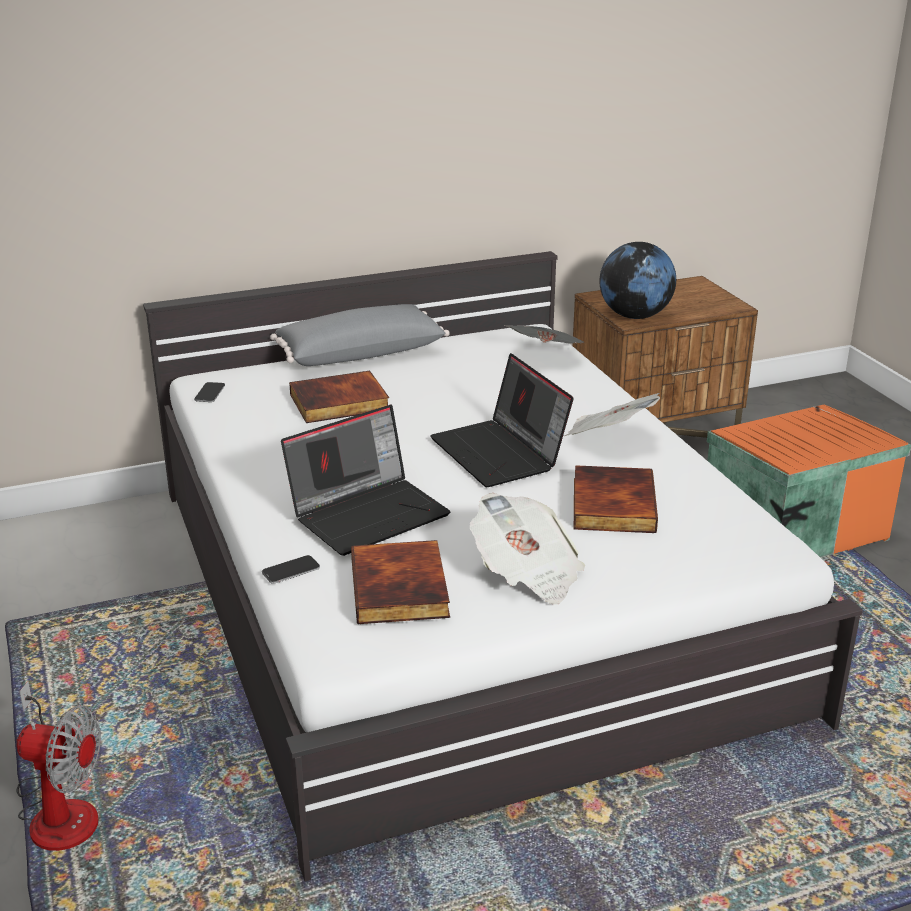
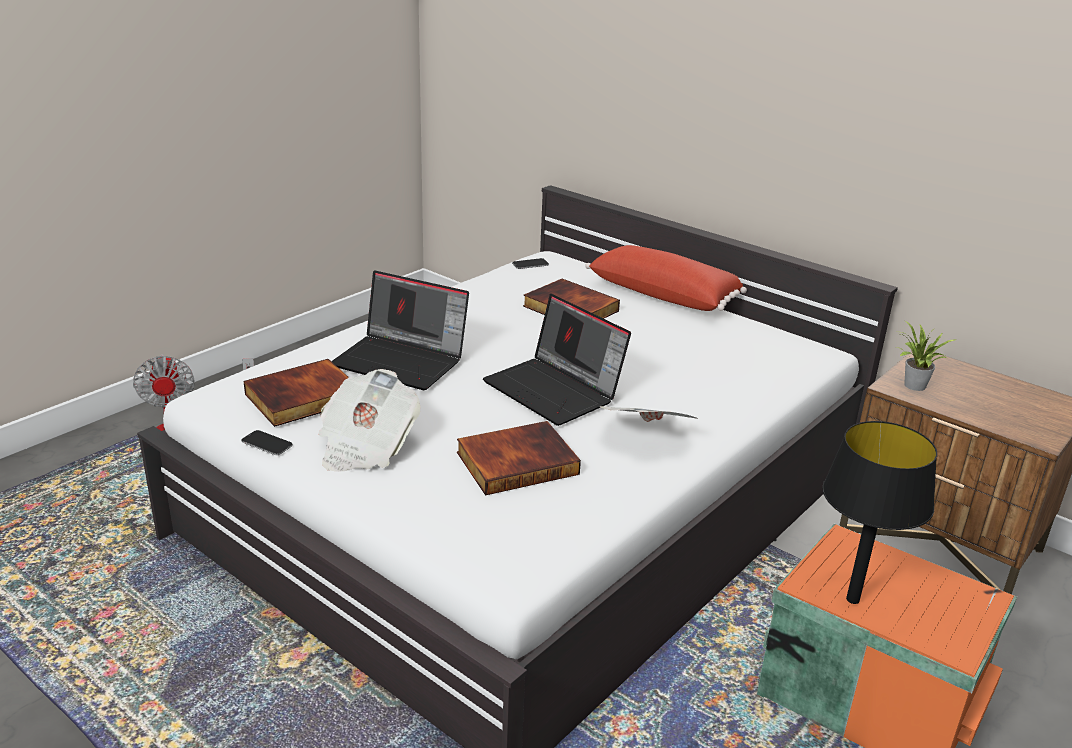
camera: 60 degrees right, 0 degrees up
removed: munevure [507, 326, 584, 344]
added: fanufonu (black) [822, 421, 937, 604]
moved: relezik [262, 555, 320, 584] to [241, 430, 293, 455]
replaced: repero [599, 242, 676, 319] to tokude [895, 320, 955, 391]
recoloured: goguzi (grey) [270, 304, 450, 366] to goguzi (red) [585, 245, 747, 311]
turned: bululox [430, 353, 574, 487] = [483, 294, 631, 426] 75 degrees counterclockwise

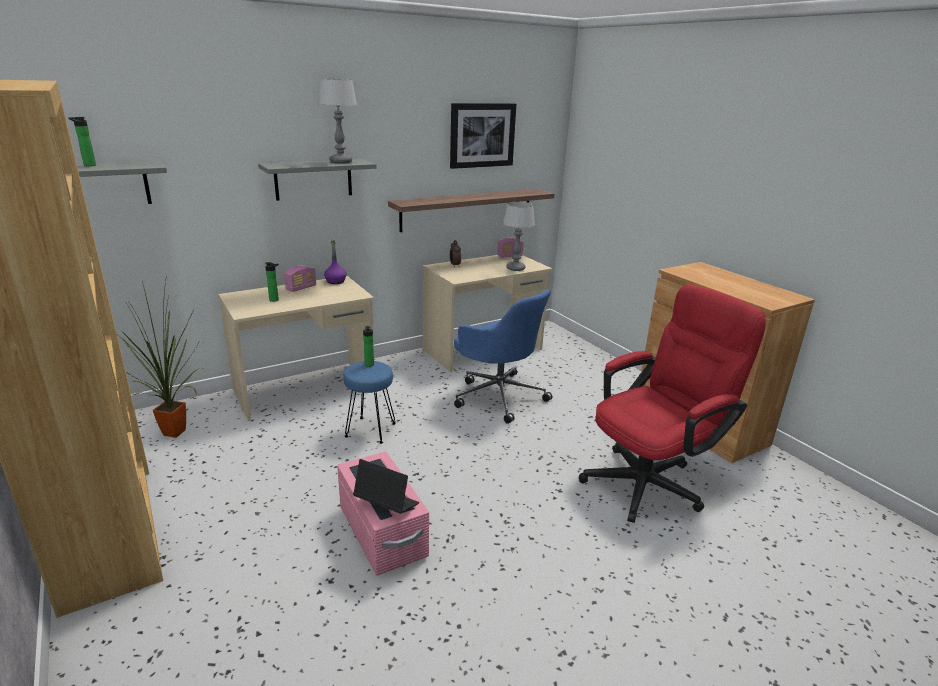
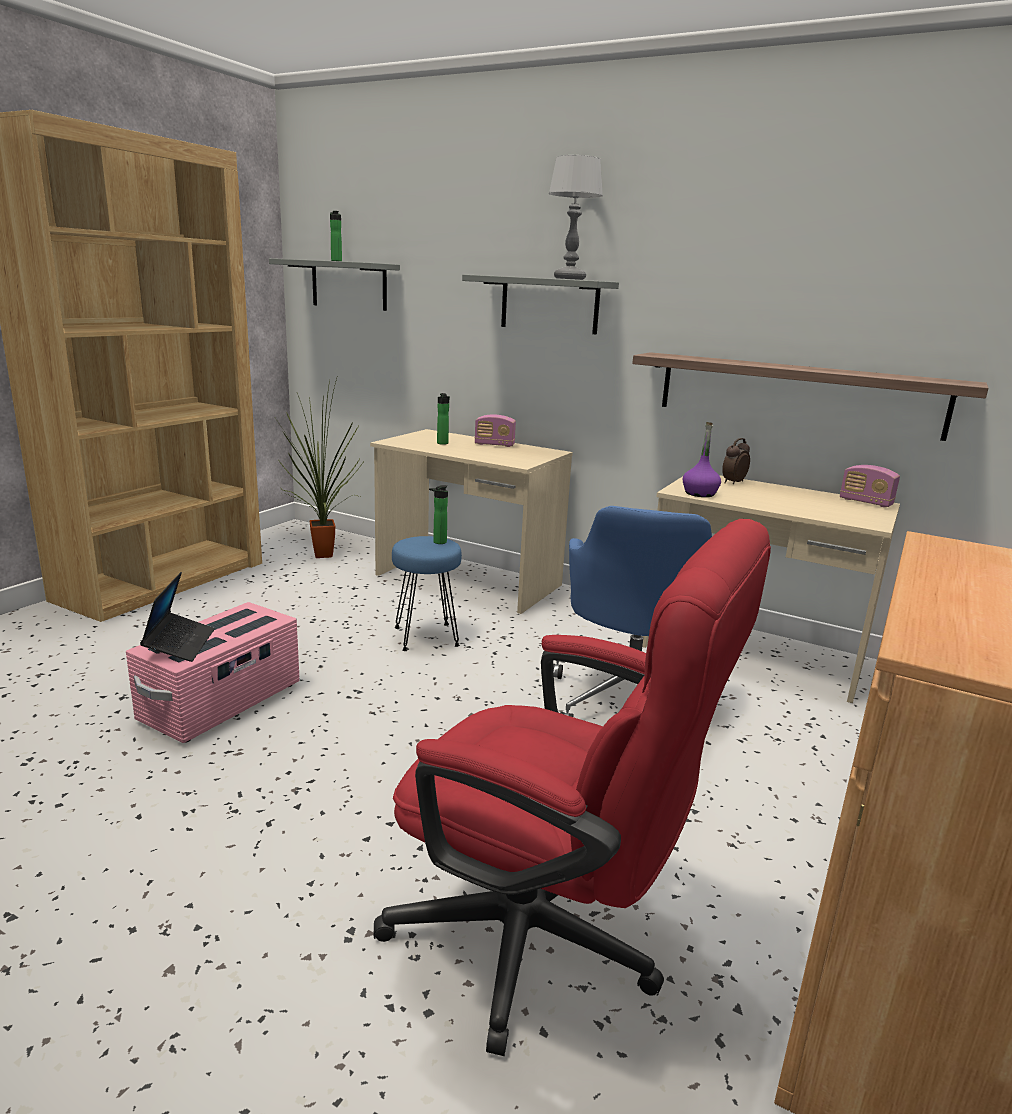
camera: 60 degrees right, 5 degrees down
removed: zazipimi [450, 103, 516, 169]; fanufonu [503, 202, 535, 271]
moved: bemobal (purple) [324, 241, 347, 284] to [683, 422, 721, 497]

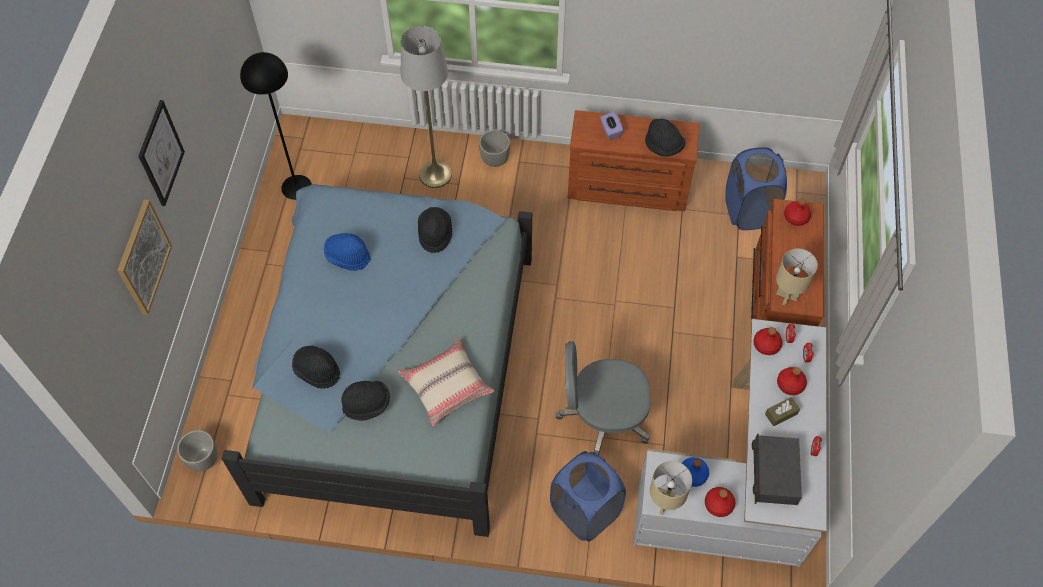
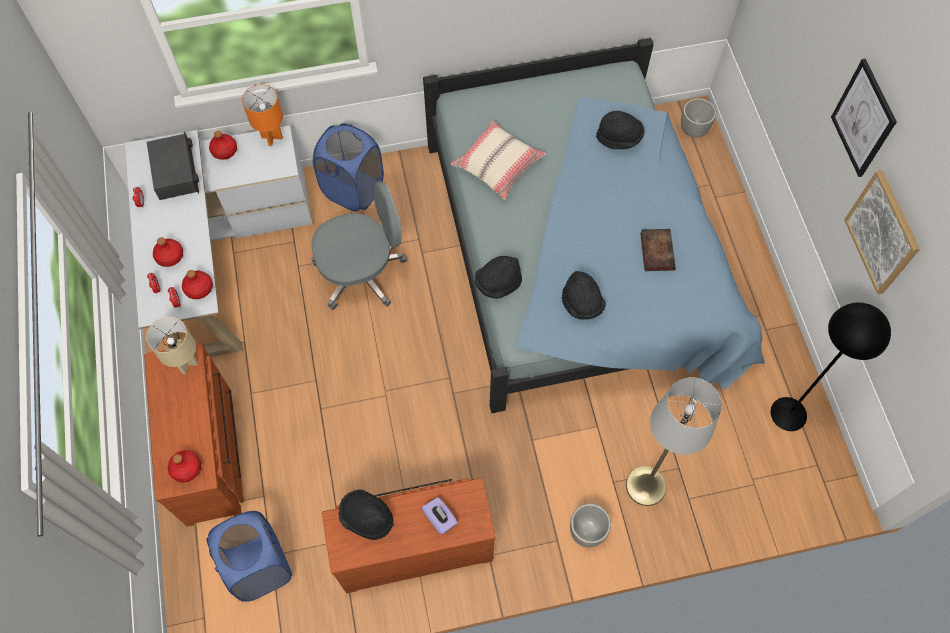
camera: 160 degrees right, 5 degrees up
removed: bemobal (blue) [682, 457, 709, 487]; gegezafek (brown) [765, 397, 800, 426]
moved: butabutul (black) [341, 381, 390, 421] to [475, 256, 522, 299]; zazipimi [117, 199, 172, 315] to [844, 170, 920, 294]
replaced: butabutul (blue) [324, 233, 371, 271] to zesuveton [640, 229, 676, 271]
recoloured: fanufonu (beige) [650, 461, 692, 515] to fanufonu (orange) [242, 84, 283, 146]

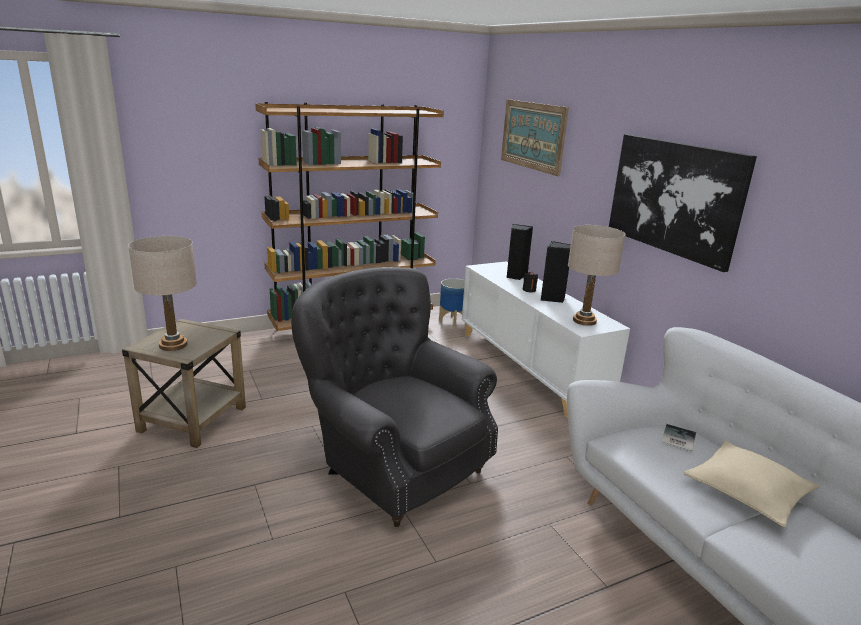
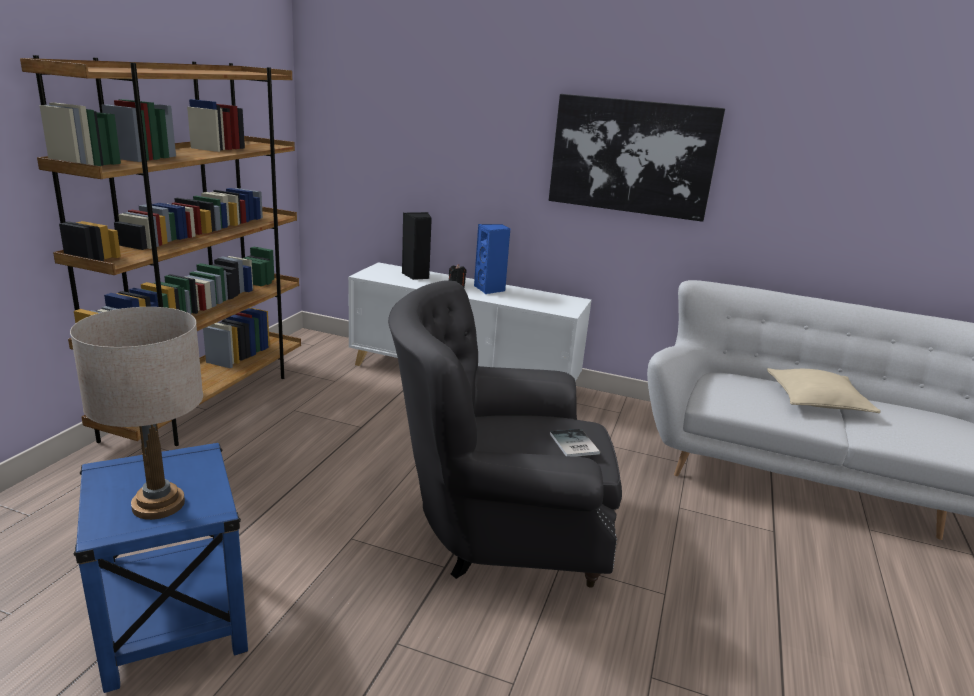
camera: 45 degrees left, 0 degrees up
removed: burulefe [439, 278, 465, 327]; zazipimi [501, 99, 569, 176]; fanufonu (beige) [568, 225, 626, 326]
moved: zesuveton [661, 424, 696, 453] to [550, 429, 600, 457]
recoloured: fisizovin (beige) [122, 319, 246, 448] to fisizovin (blue) [74, 443, 248, 693]; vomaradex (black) [541, 241, 571, 303] to vomaradex (blue) [474, 224, 511, 294]

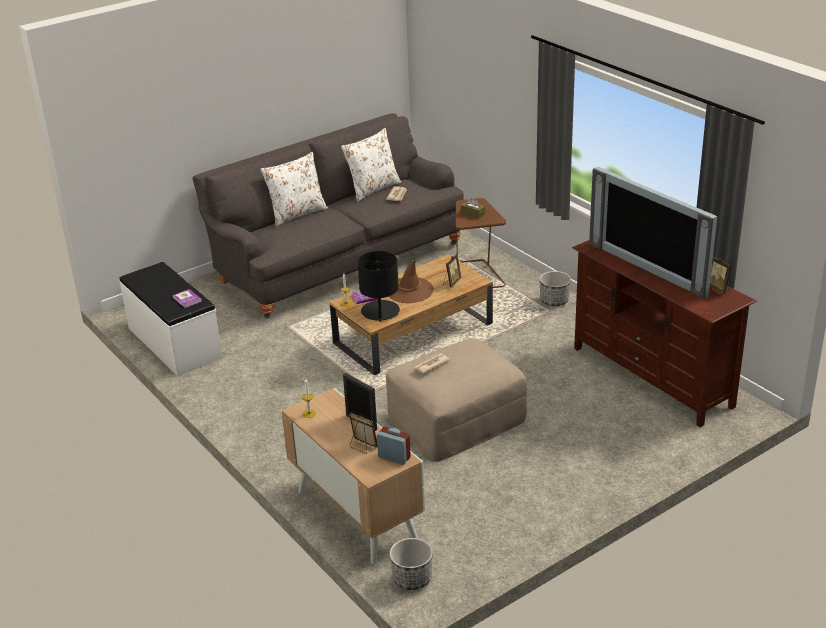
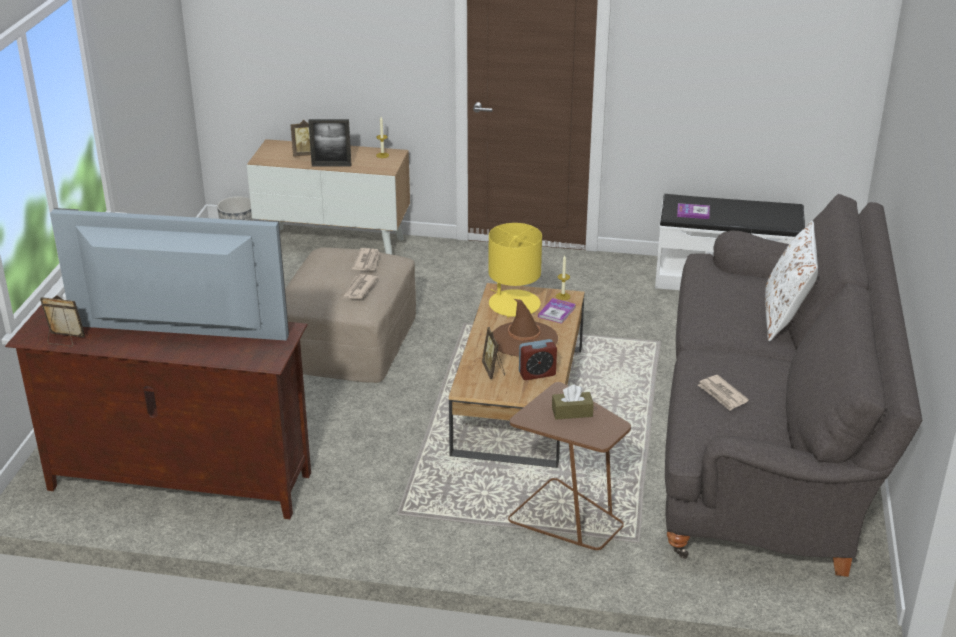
camera: 135 degrees right, 0 degrees up
removed: goguzi (white) [341, 128, 401, 202]; burulefe [539, 271, 571, 306]
added: munevure [343, 274, 378, 299]
moved: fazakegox [377, 427, 411, 465] to [519, 339, 557, 380]
recoloured: fanufonu (black) [357, 251, 400, 322] to fanufonu (yellow) [488, 223, 542, 317]

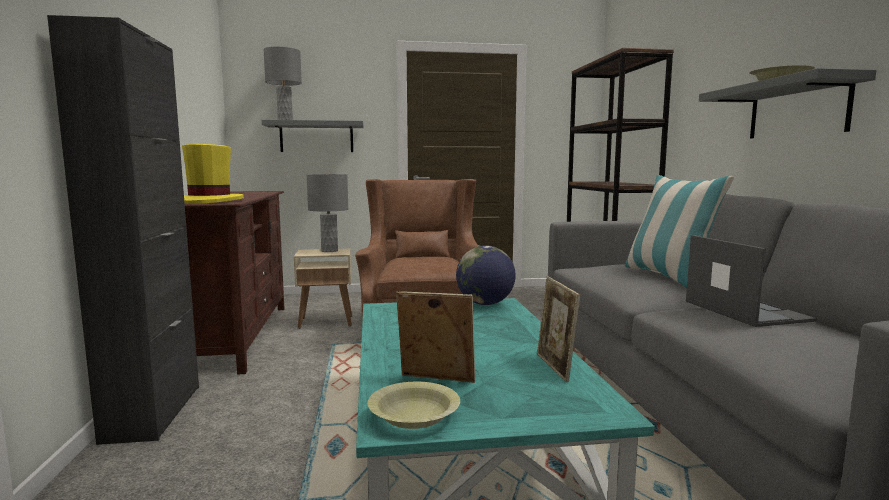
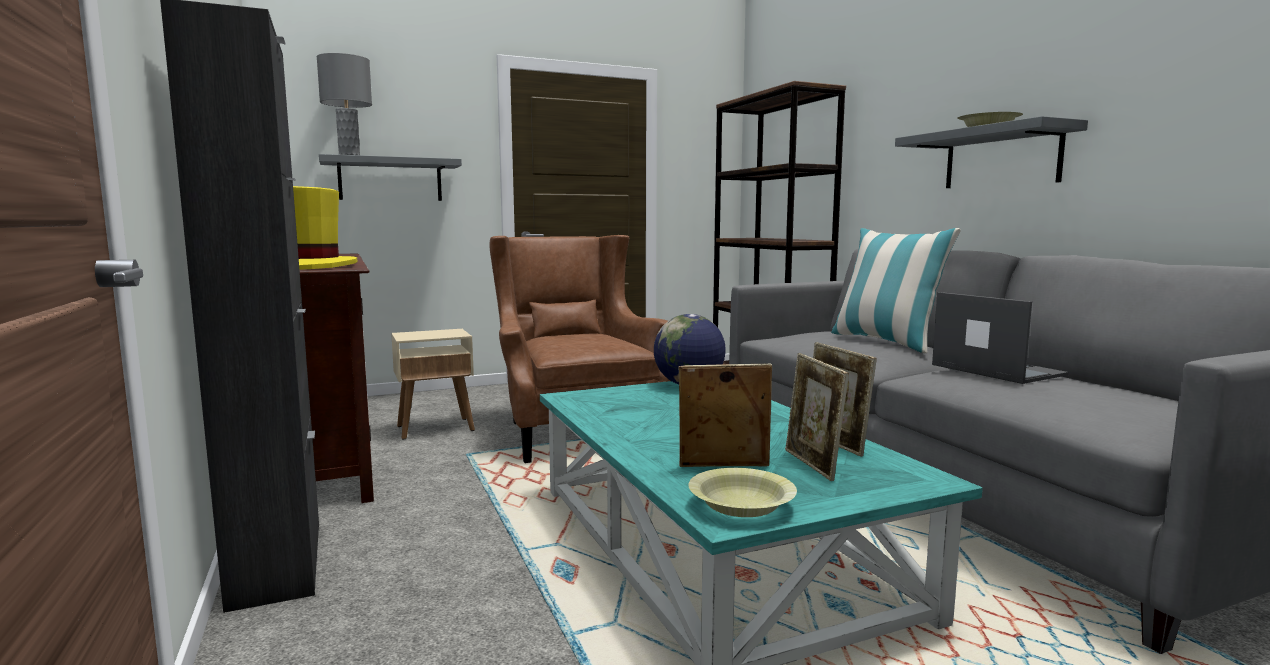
camera: 15 degrees left, 0 degrees up
removed: fanufonu (grey) [306, 174, 348, 252]
added: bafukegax [785, 353, 849, 481]

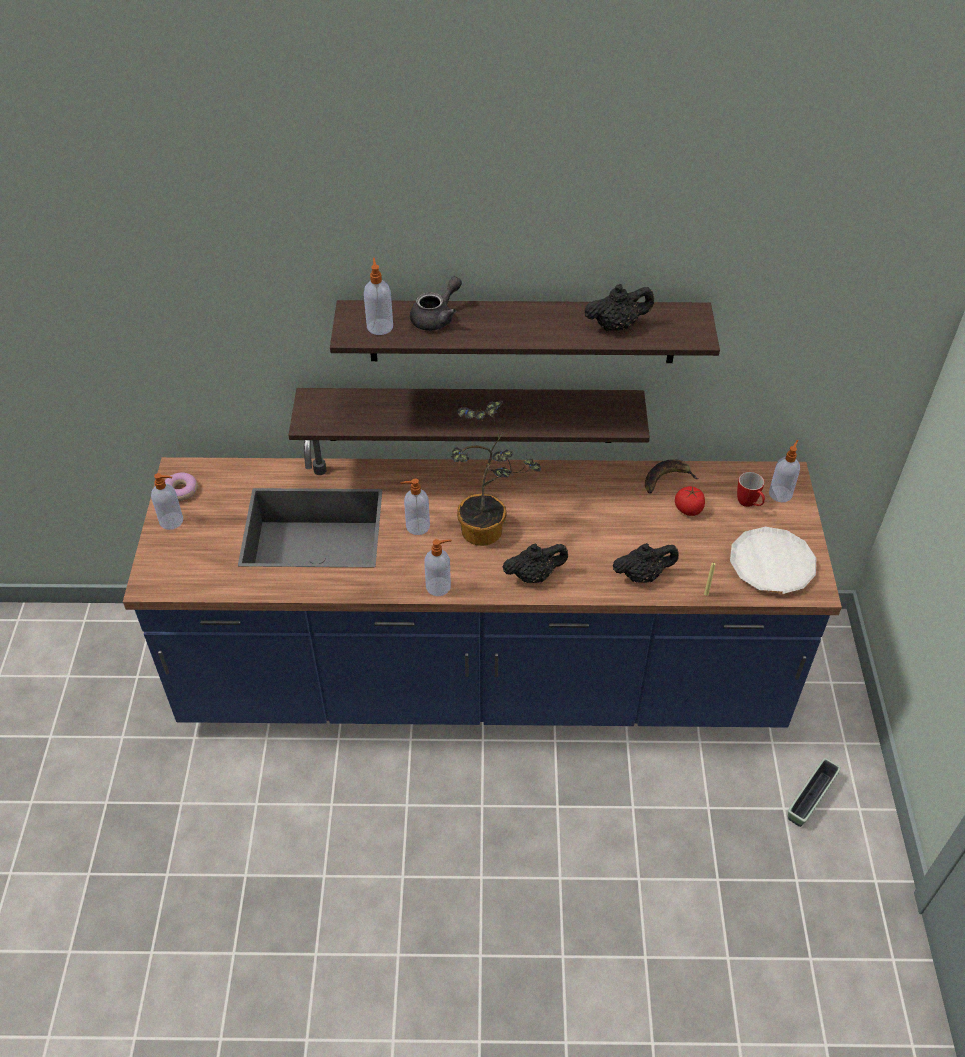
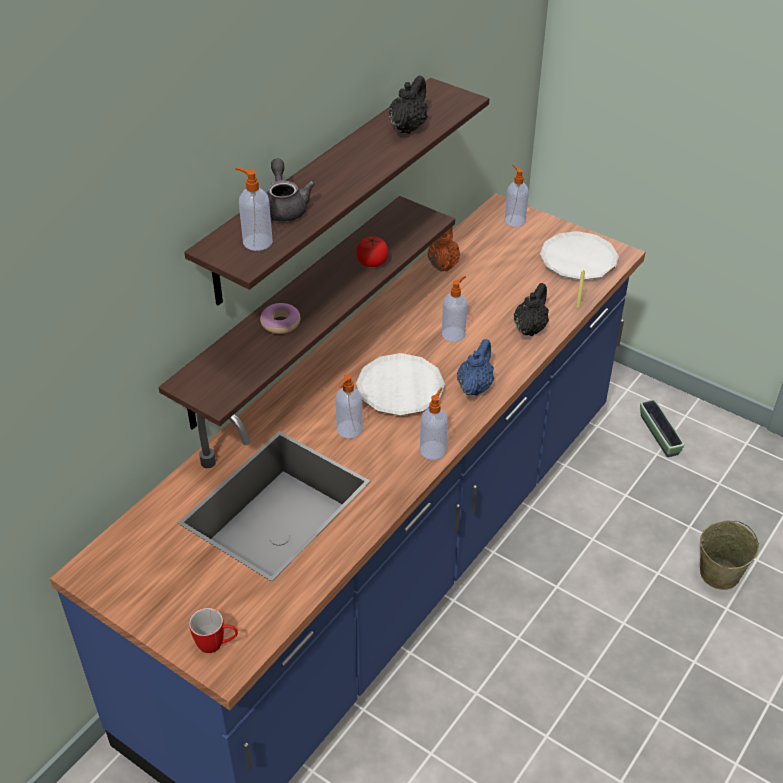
camera: 55 degrees left, 5 degrees down
added: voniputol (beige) [700, 520, 759, 590]
moved: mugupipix [737, 472, 765, 507] to [189, 608, 238, 653]; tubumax [165, 472, 198, 501] to [260, 303, 301, 334]; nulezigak [675, 486, 705, 516] to [356, 236, 388, 267]; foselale [151, 473, 183, 530] to [442, 276, 467, 342]
replaced: tokude [451, 401, 541, 546] to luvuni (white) [356, 353, 445, 416]; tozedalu [645, 459, 698, 493] to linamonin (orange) [427, 226, 460, 272]
recoloured: linamonin (black) [503, 543, 568, 583] to linamonin (blue) [457, 339, 494, 396]

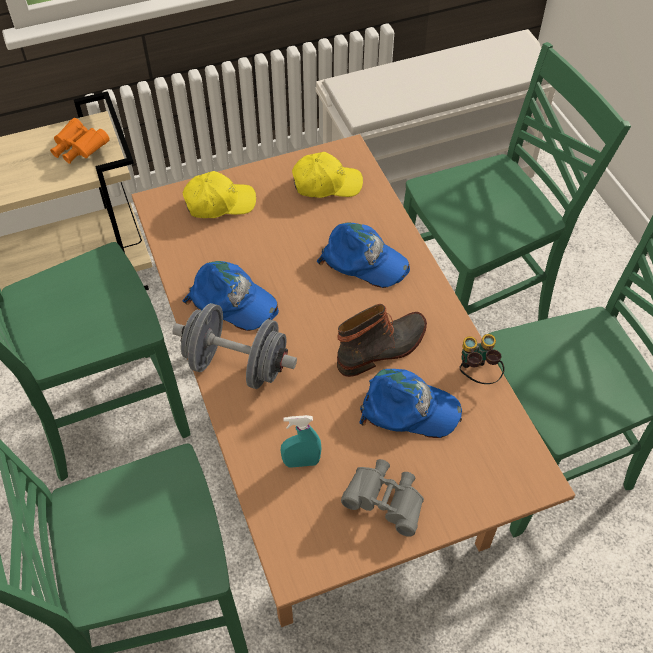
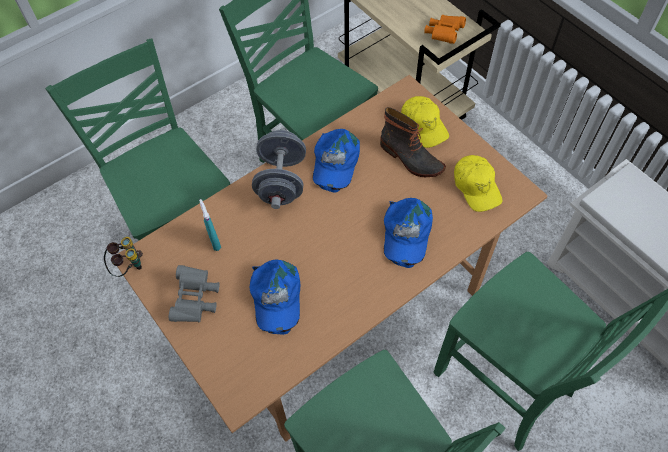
camera: 75 degrees right, 5 degrees up
moved: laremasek [459, 334, 505, 384] to [104, 237, 143, 277]; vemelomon [337, 304, 427, 377] to [380, 107, 446, 177]

